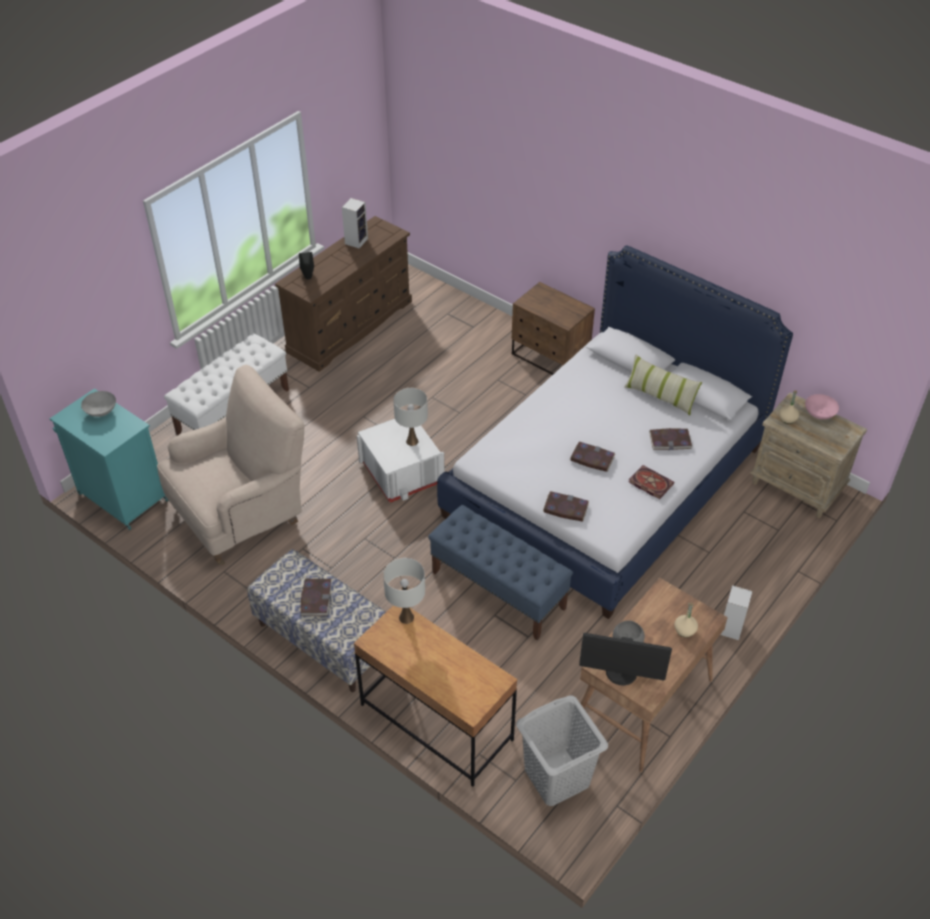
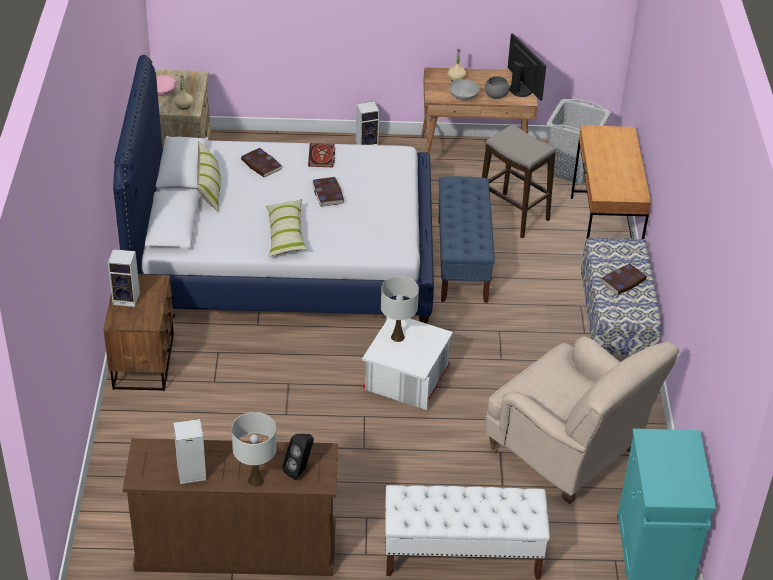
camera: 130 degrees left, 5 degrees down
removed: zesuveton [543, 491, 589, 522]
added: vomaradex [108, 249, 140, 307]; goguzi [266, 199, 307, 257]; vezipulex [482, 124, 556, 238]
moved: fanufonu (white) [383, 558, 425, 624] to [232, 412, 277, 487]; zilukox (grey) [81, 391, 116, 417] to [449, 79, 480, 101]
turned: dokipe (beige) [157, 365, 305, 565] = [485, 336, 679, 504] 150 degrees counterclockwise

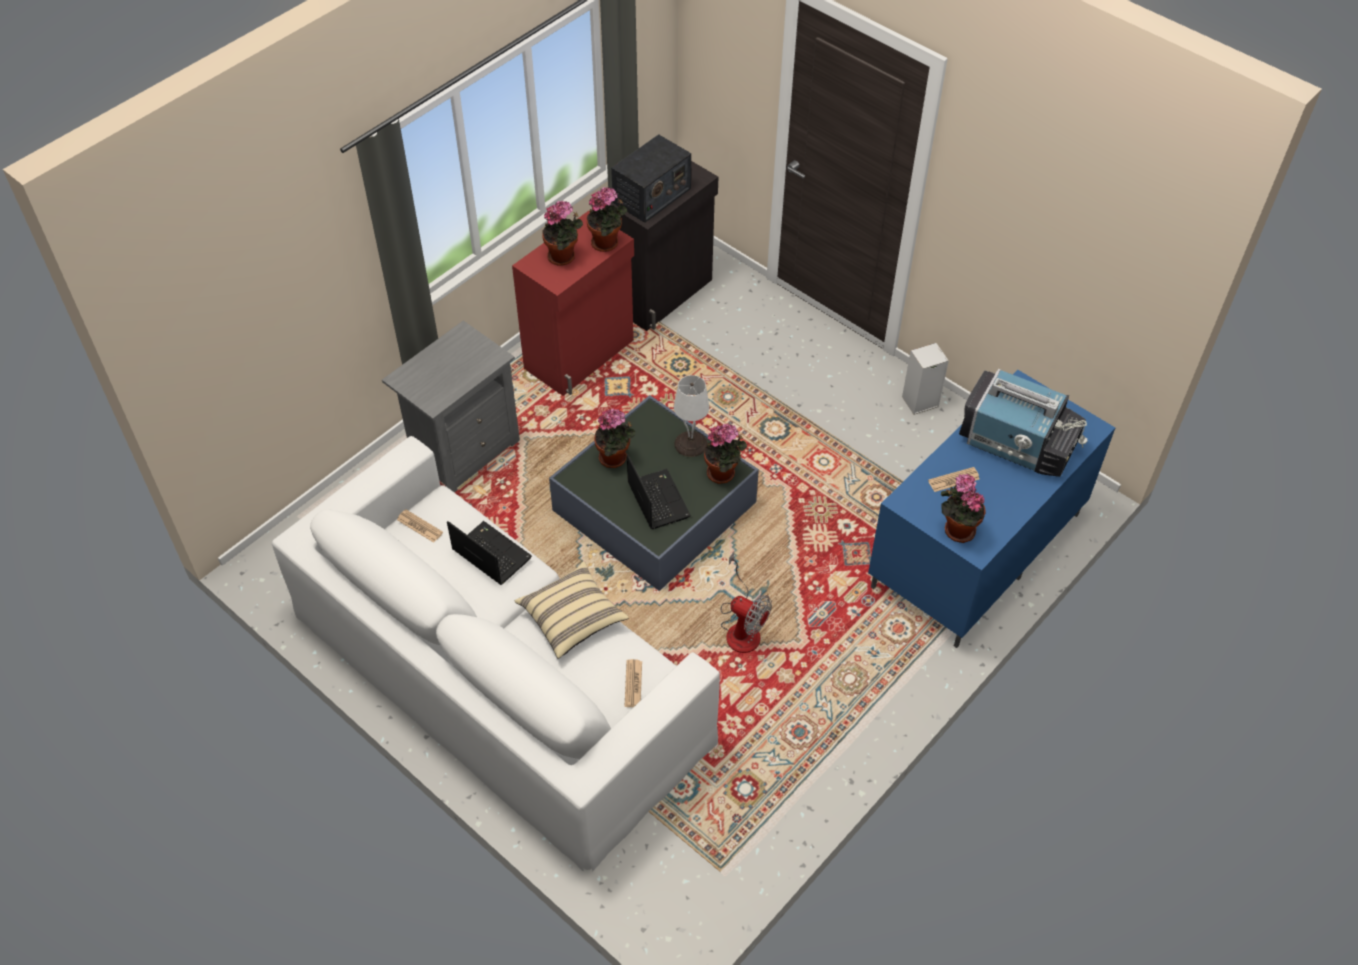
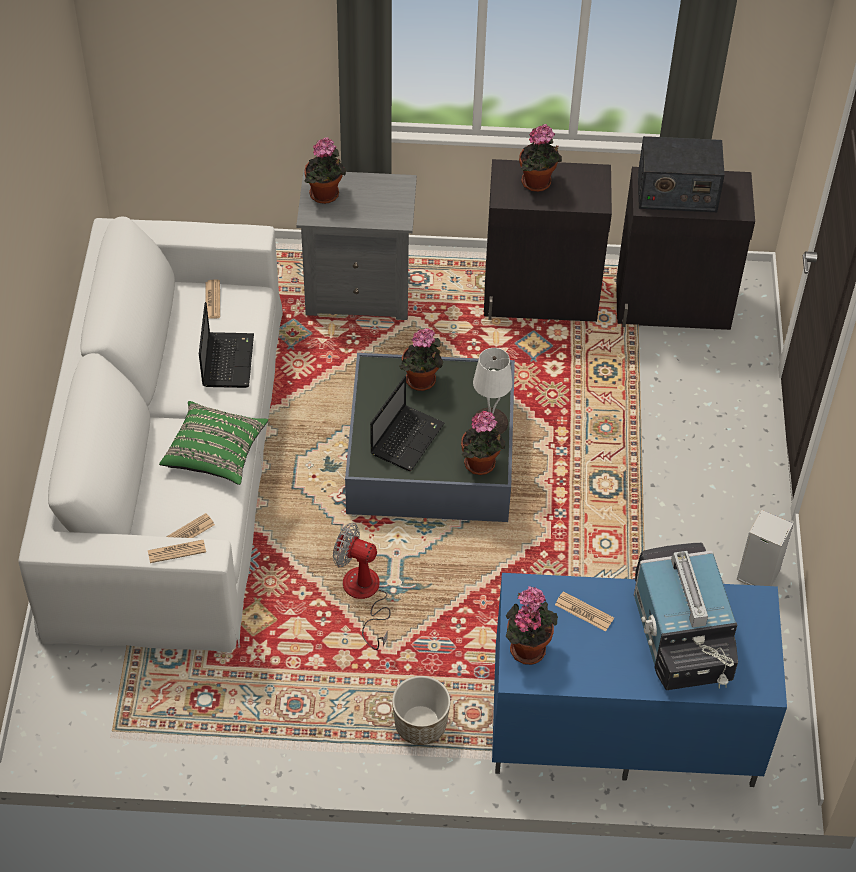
camera: 50 degrees right, 0 degrees up
added: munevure [148, 540, 206, 563]; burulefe [392, 676, 450, 745]
moved: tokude [587, 187, 627, 252] to [304, 137, 346, 204]
recoloured: goguzi (beige) [515, 561, 629, 659] to goguzi (green) [159, 401, 268, 485]; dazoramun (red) [512, 211, 634, 396] to dazoramun (black) [484, 159, 612, 322]
turned: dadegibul [721, 552, 772, 653] = [333, 523, 391, 650] 120 degrees clockwise

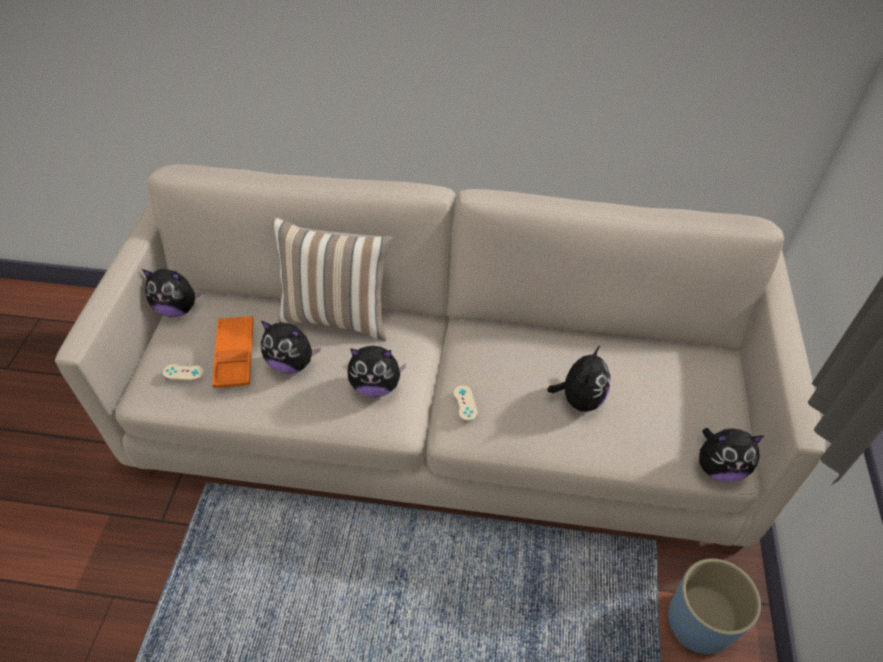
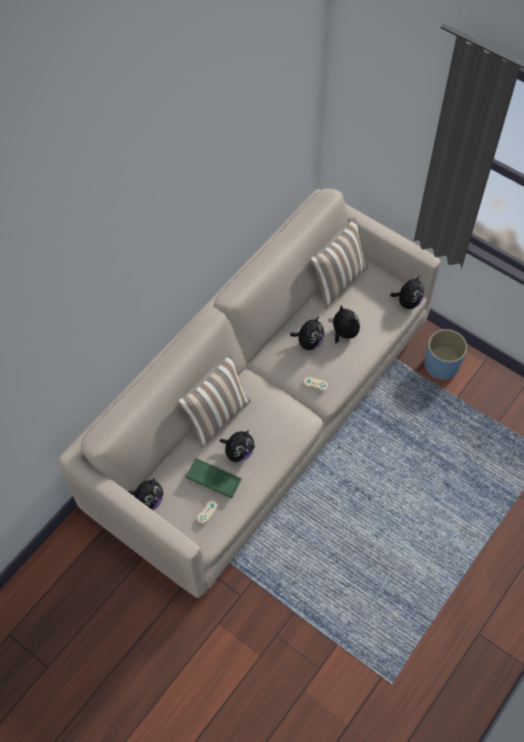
camera: 60 degrees left, 10 degrees up
added: goguzi [309, 217, 368, 309]
moved: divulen [347, 346, 406, 397] to [290, 316, 324, 350]
recoloured: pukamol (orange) [212, 316, 254, 388] to pukamol (green) [186, 458, 241, 498]

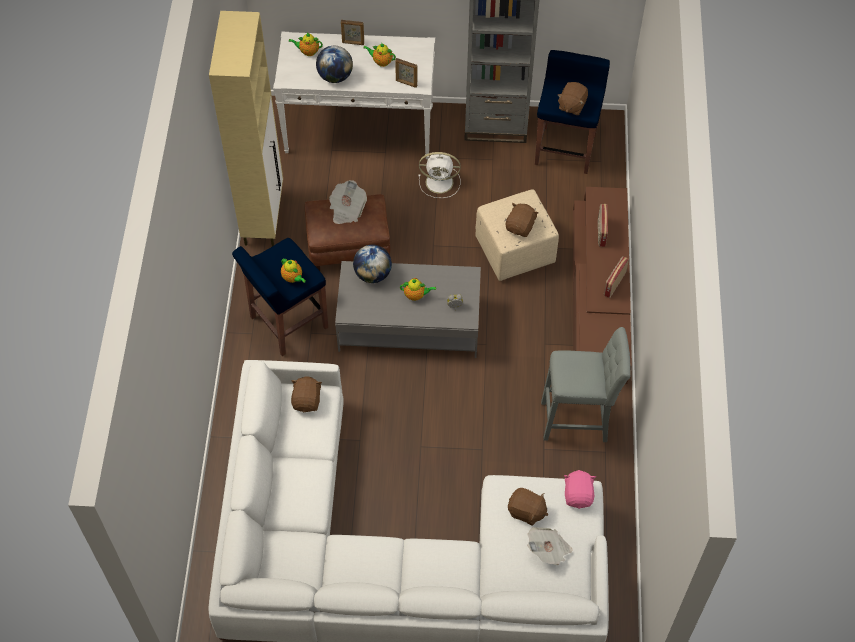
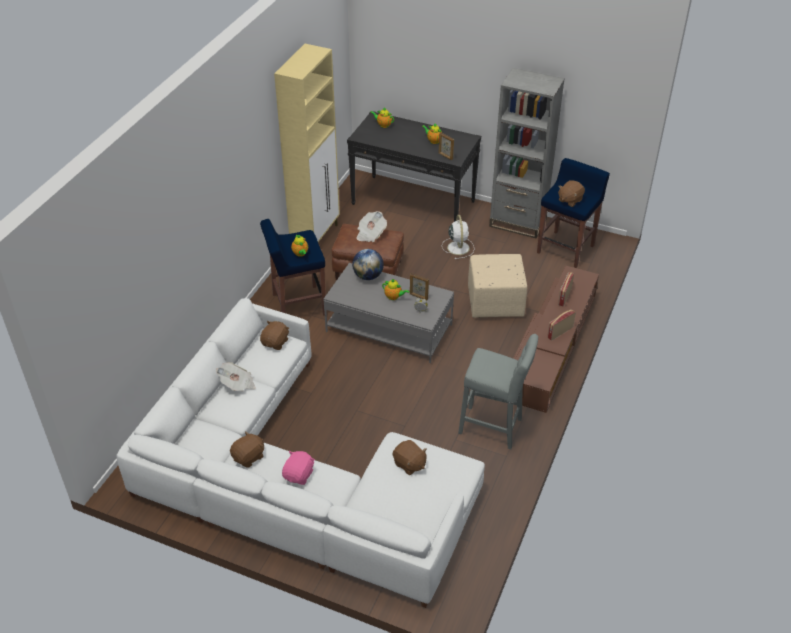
camera: 20 degrees right, 15 degrees down
removed: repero [316, 46, 353, 83]
moved: munevure [527, 527, 573, 565] to [216, 362, 255, 391]; divulen (brown) [506, 203, 538, 237] to [230, 431, 264, 468]; divulen (pink) [564, 470, 596, 509] to [282, 451, 315, 485]; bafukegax [341, 20, 364, 45] to [410, 273, 429, 300]
recoloured: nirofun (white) [273, 32, 435, 159] to nirofun (black) [347, 111, 481, 222]
turned: dadegibul (white) [419, 152, 461, 198] = [442, 215, 474, 259] 120 degrees counterclockwise

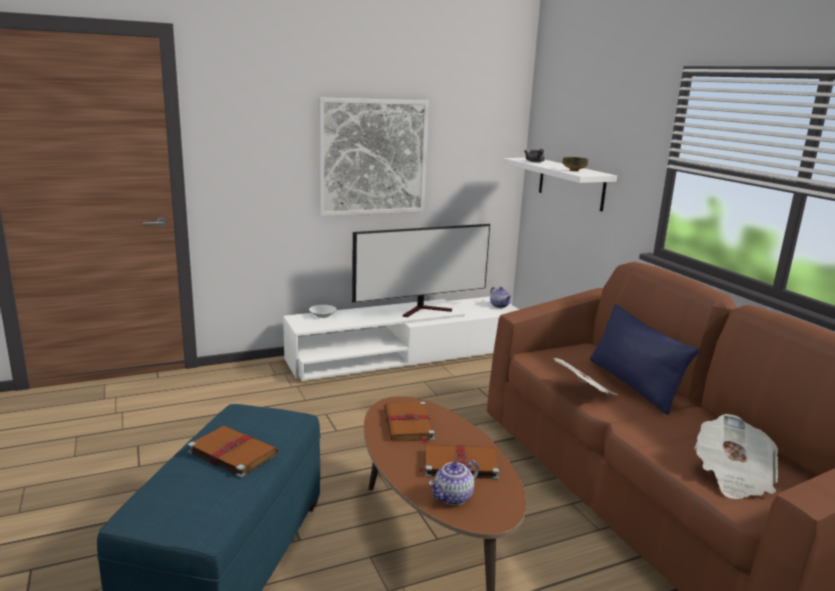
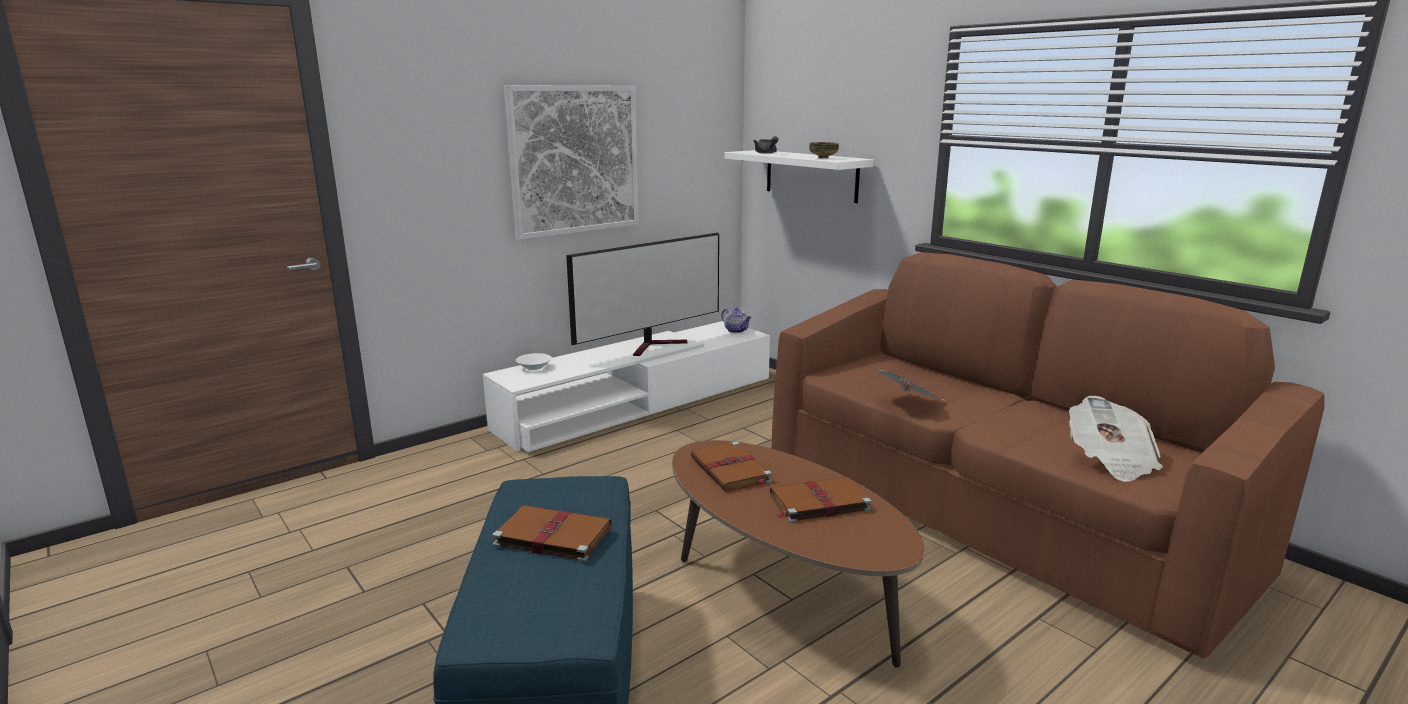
camera: 15 degrees left, 0 degrees up
removed: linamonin [429, 460, 479, 505]; goguzi (blue) [590, 304, 699, 415]

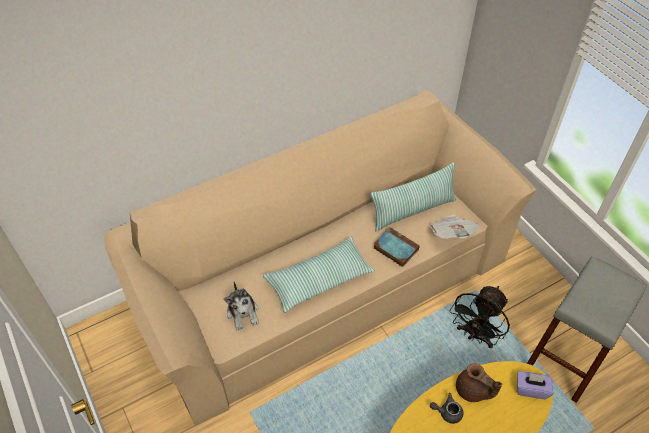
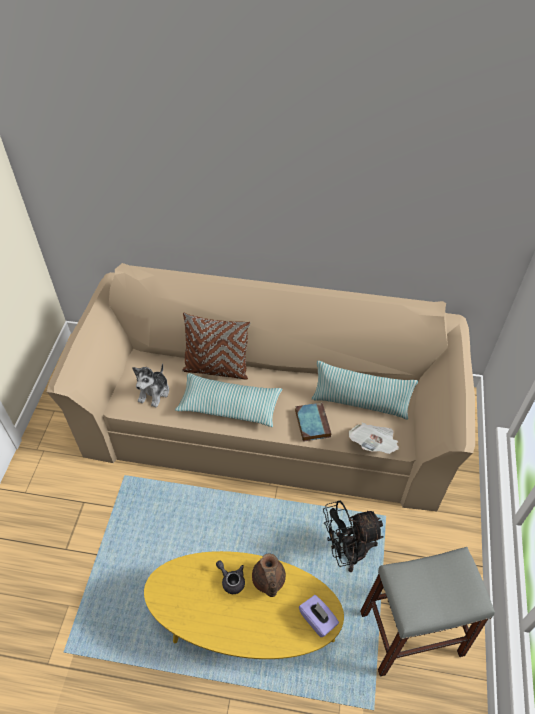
camera: 40 degrees right, 0 degrees up
added: goguzi (brown) [182, 313, 251, 380]

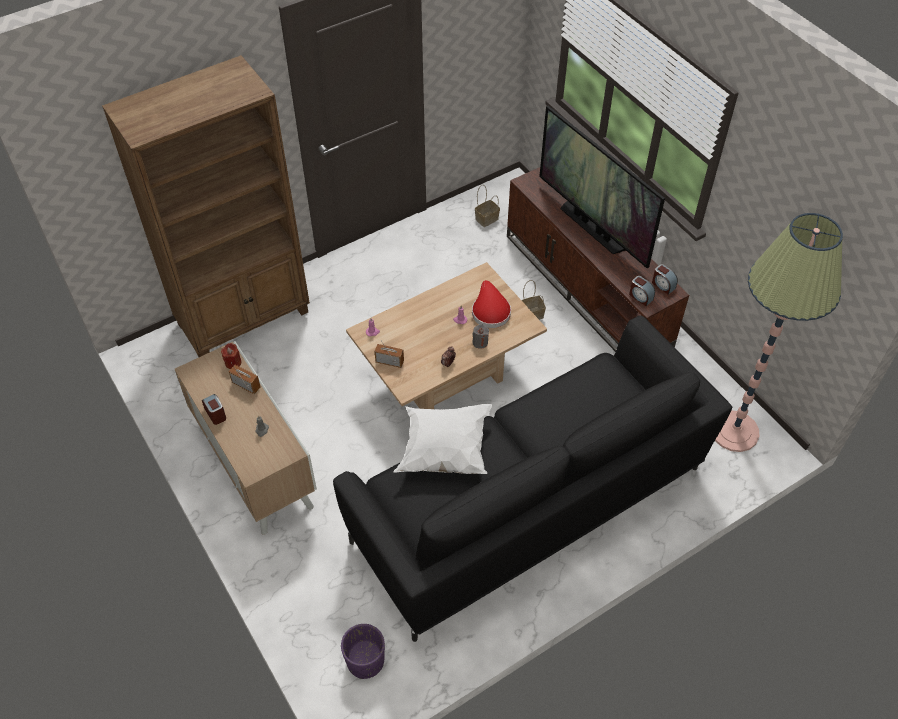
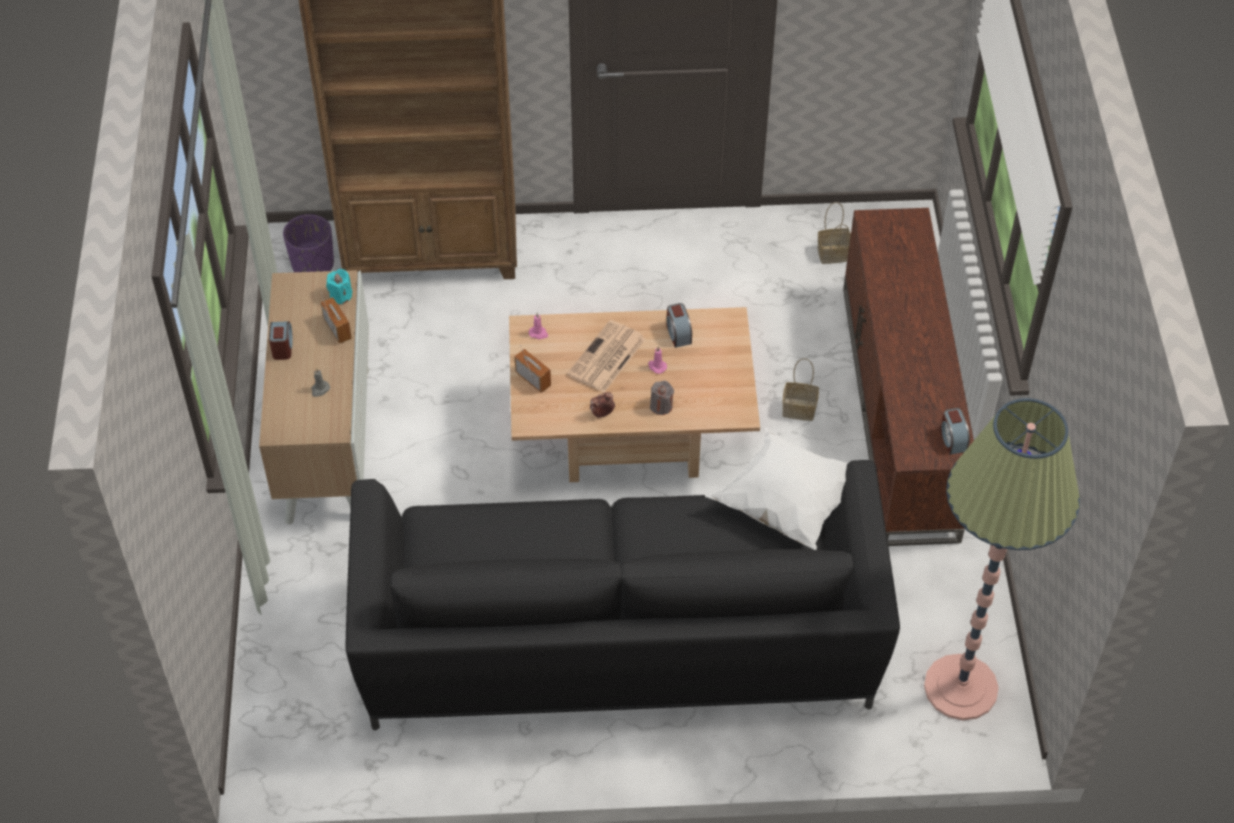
camera: 30 degrees right, 0 degrees up
removed: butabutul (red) [472, 280, 511, 328]; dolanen [539, 106, 665, 268]
added: munevure [567, 320, 646, 393]
moved: burulefe (purple) [341, 624, 385, 679] to [283, 214, 334, 272]; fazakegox [629, 276, 655, 306] to [667, 303, 692, 348]; goguzi (white) [393, 404, 492, 474] to [705, 428, 848, 550]
recoloured: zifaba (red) [221, 343, 242, 369] to zifaba (turquoise) [326, 269, 353, 304]

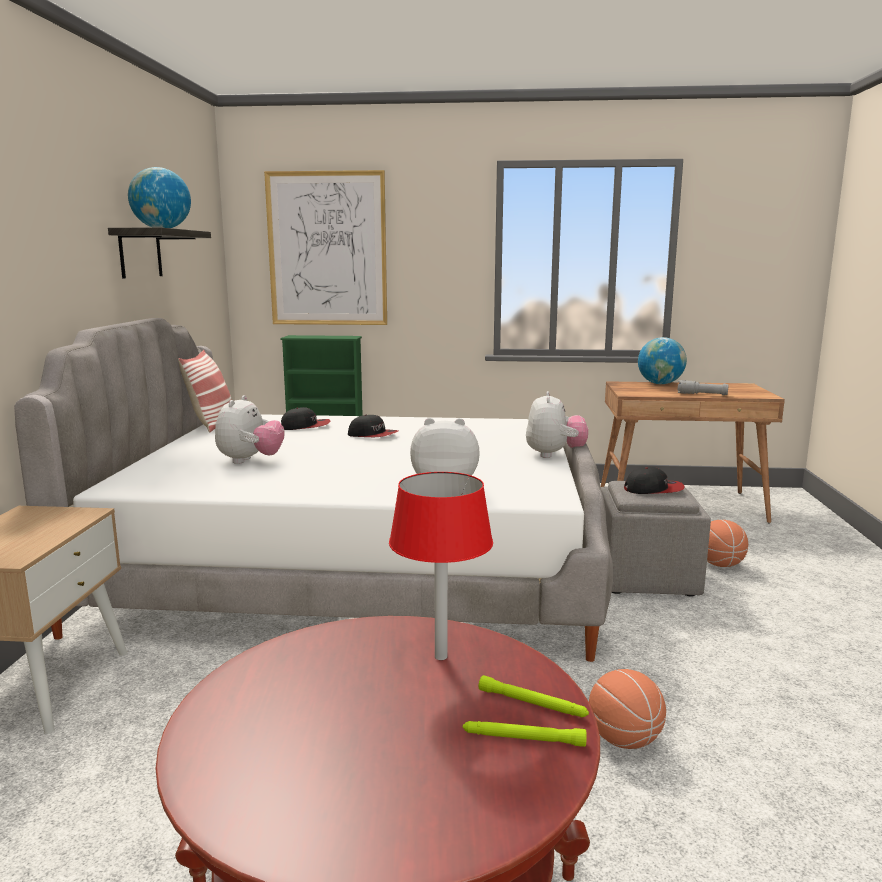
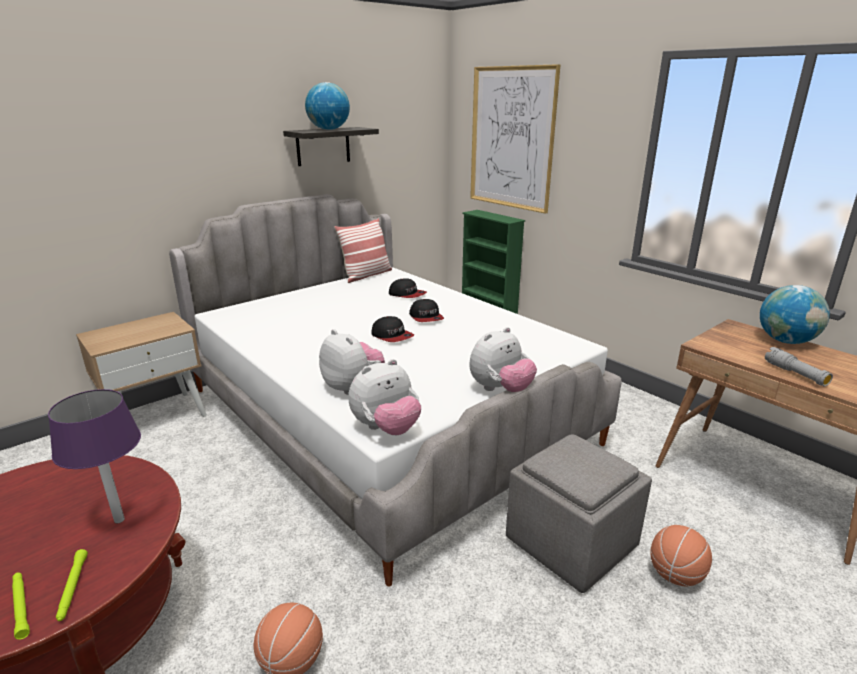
camera: 45 degrees right, 10 degrees up
moved: divulen [215, 395, 285, 464] to [348, 359, 421, 436]; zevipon [624, 467, 685, 494] to [371, 316, 414, 342]
recoloured: fanufonu (red) [389, 472, 493, 660] to fanufonu (purple) [48, 389, 141, 523]

